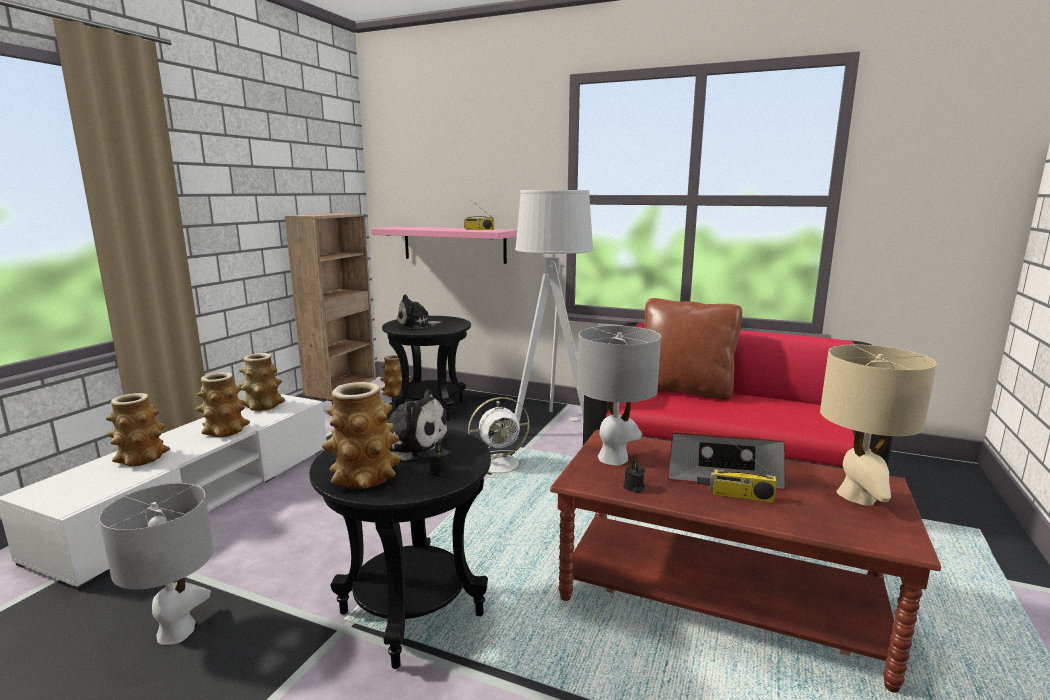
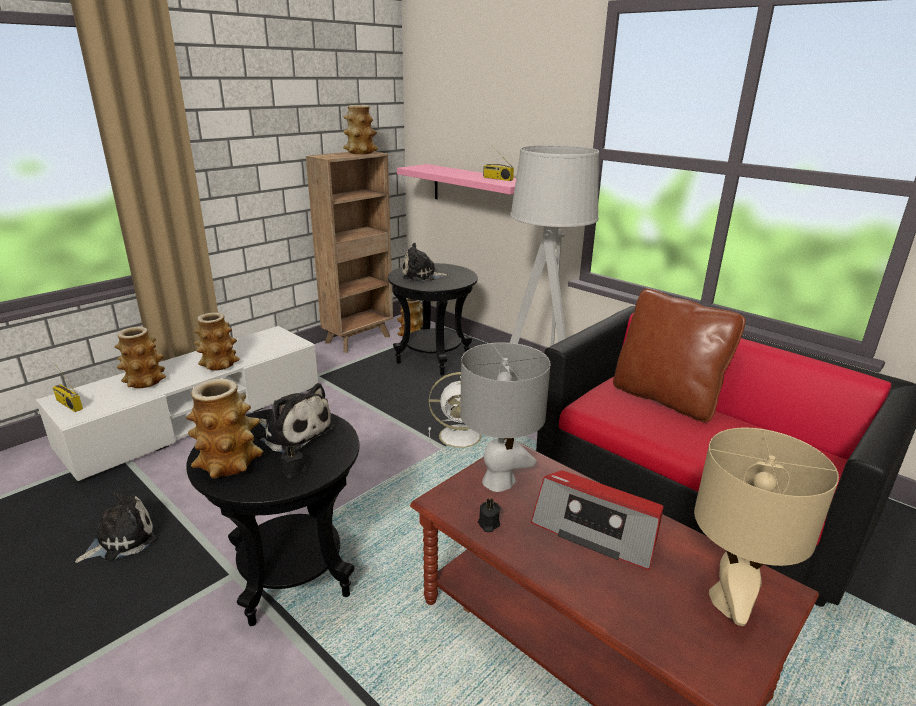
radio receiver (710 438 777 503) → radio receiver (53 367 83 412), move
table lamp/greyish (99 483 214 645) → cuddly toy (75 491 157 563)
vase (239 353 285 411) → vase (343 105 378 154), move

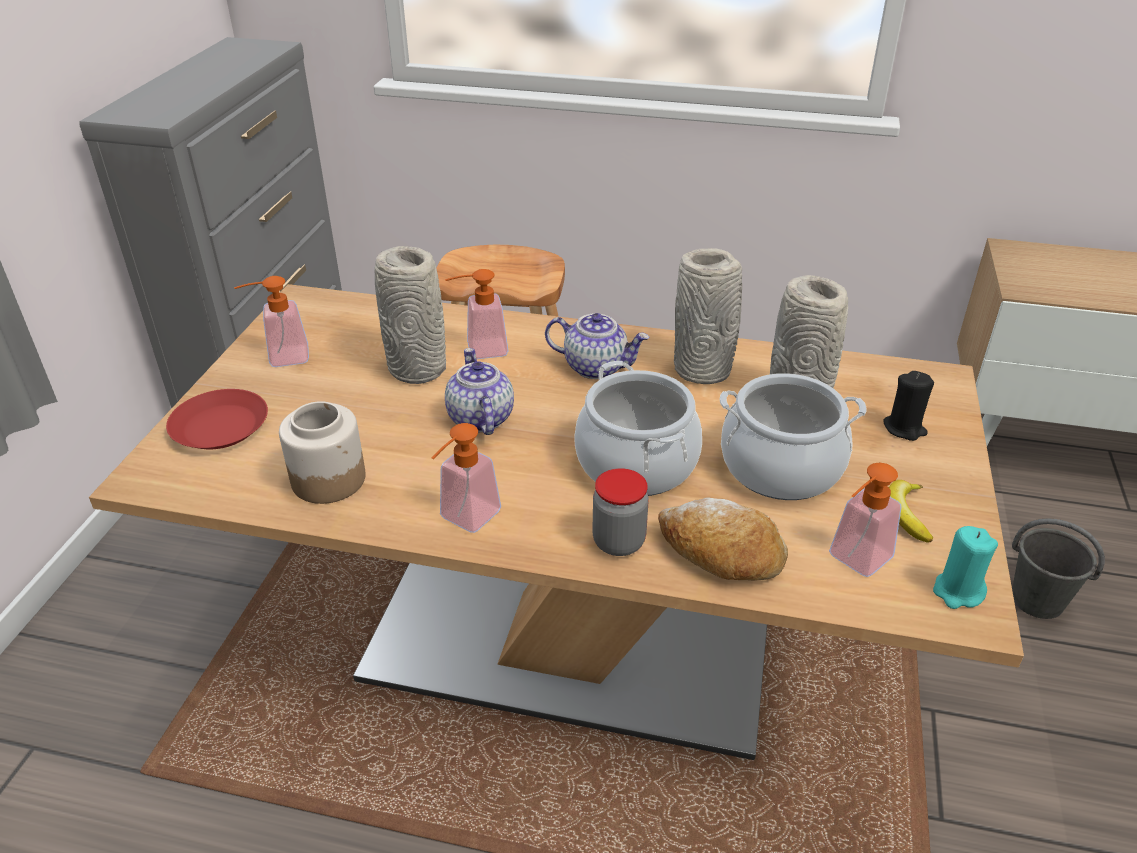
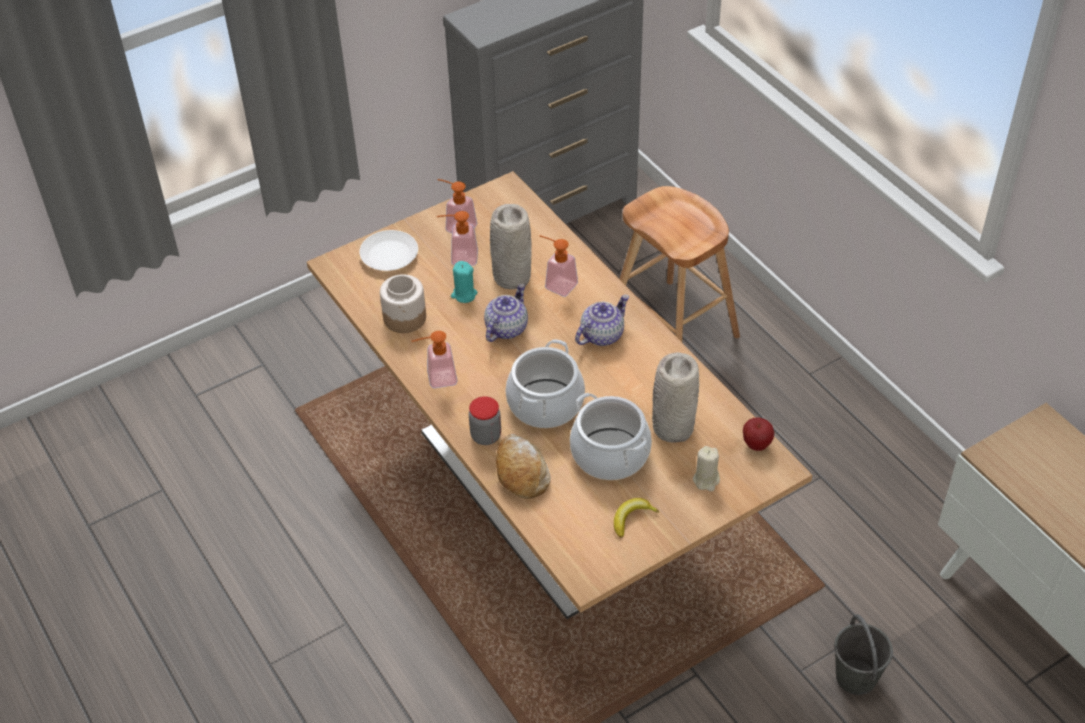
dinner plate/reddish (166 389 268 449) → dinner plate/white (360 230 418 271)
liquid soap bottle (829 463 902 577) → liquid soap bottle (437 211 478 266), move
wax candle/turquoise-coloured (933 526 998 609) → wax candle/turquoise-coloured (451 261 477 303), move
teapot (545 313 649 379) → teapot (575 295 629 346), 105 degrees counterclockwise
wax candle/blackish (883 371 934 441) → wax candle/beige-coloured (693 446 720 491)
- → whole apple (743 417 774 451)
vase/greyish (674 248 742 384) → -

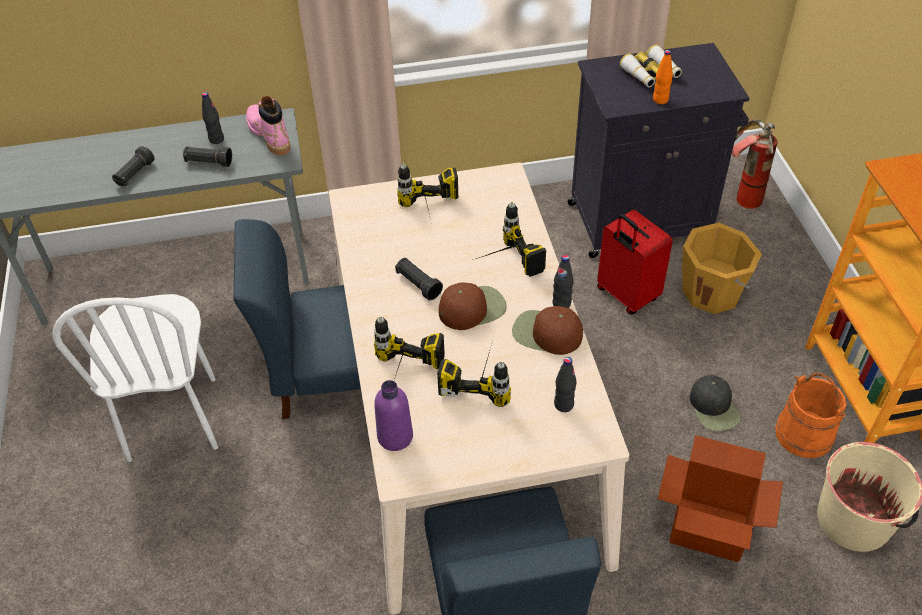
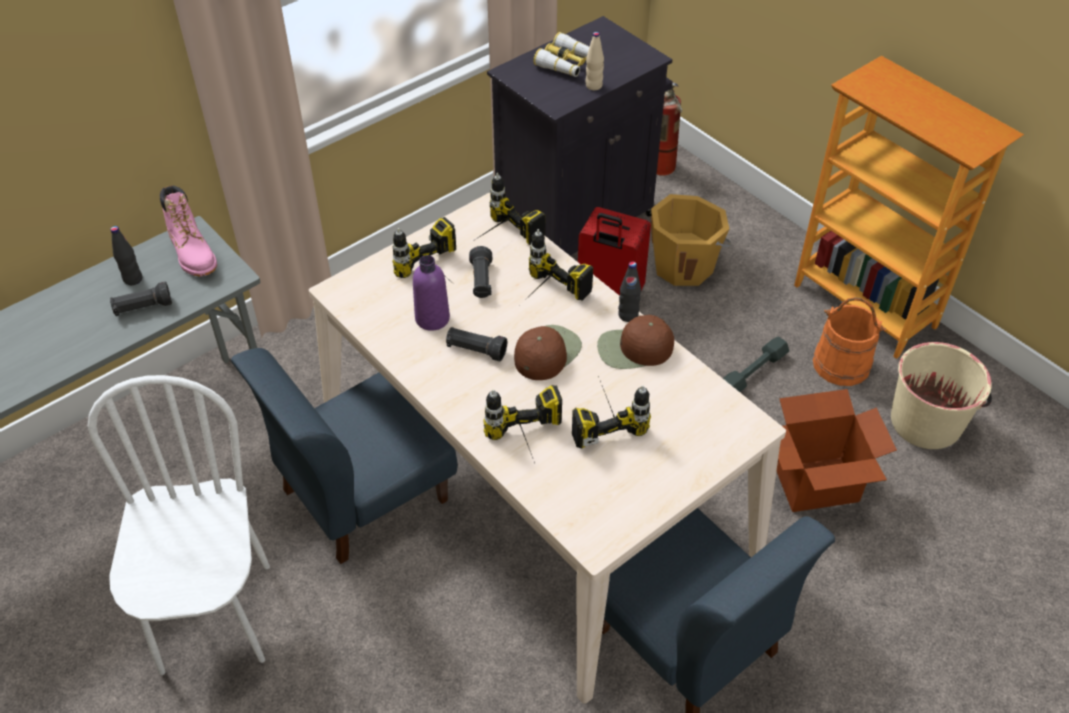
plain chair/white (52 294 218 462) → plain chair/white (88 375 270 675), 150 degrees counterclockwise
tall boot/pink (246 96 290 155) → tall boot/pink (160 185 217 277), 150 degrees counterclockwise
bottle/purple (374 380 413 451) → bottle/purple (413 255 450 331), move
flashlight/blackish (112 146 154 186) → flashlight/blackish (469 246 492 298), move
- → power drill (473 173 546 245)
bottle/orange (653 50 673 104) → bottle/beige-coloured (585 32 604 90)
cap/blackish (689 375 740 431) → hand weight/greyish (723 337 789 392)
bottle/blackish (554 357 577 412) → -

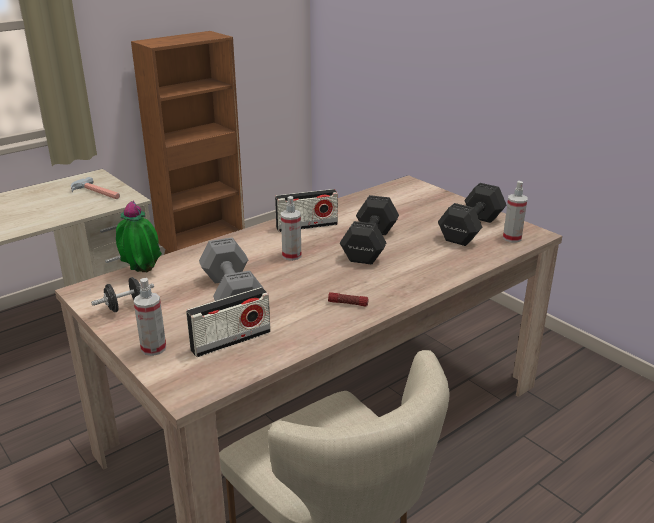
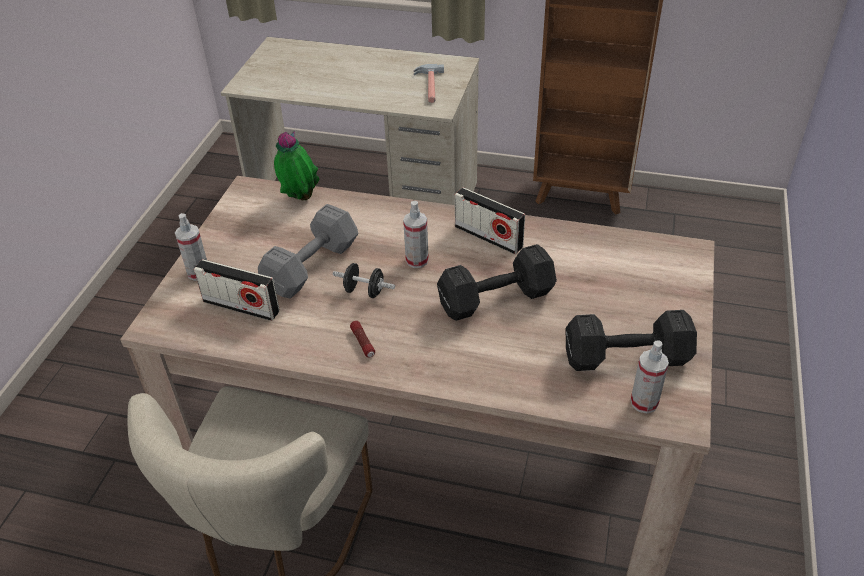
hand weight/blackish (91 277 154 312) → hand weight/blackish (333 263 395 298), move

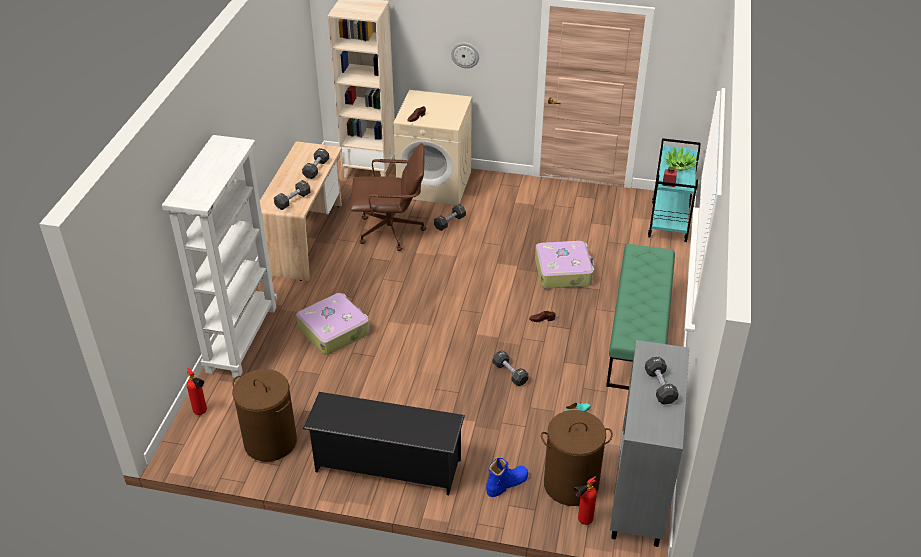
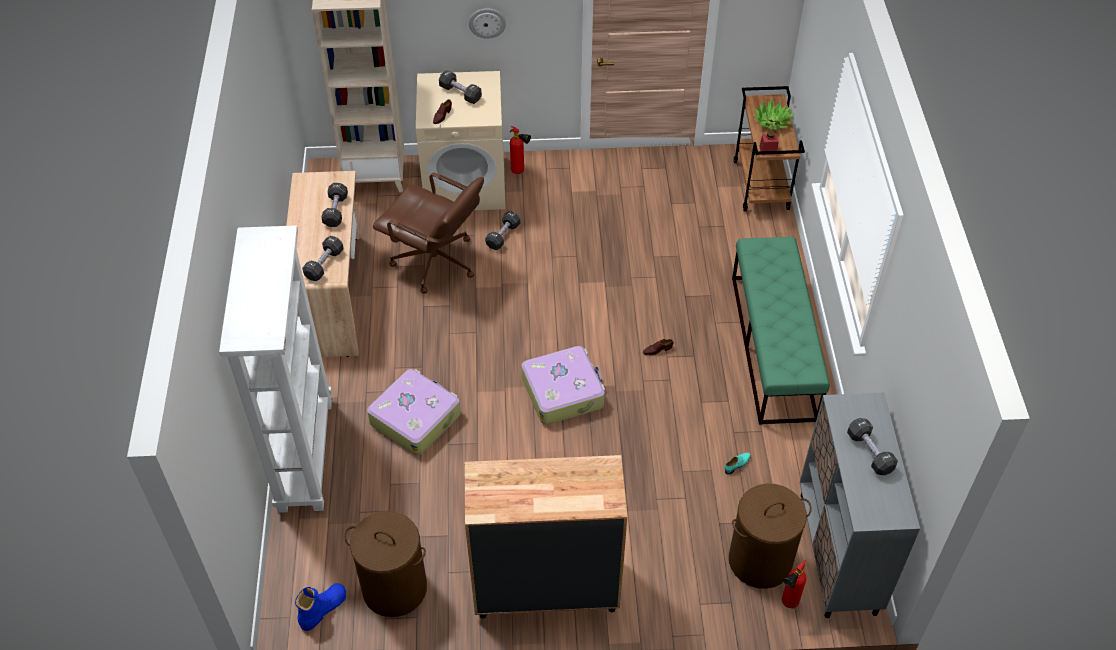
tall boot/blue (486 458 528 497) → tall boot/blue (295 583 346 631), move
computer chair/brown-coloured (350 143 426 251) → computer chair/brown-coloured (373 173 484 294), 45 degrees clockwise
hand weight/blackish (493 350 529 386) → hand weight/blackish (439 70 482 104), move
shoe stand/blackish (303 392 465 495) → chest of drawers/brown-coloured (464 455 627 618)
fire extinguisher (187 368 207 415) → fire extinguisher (510 126 531 174), move
travel case (535 241 595 289) → travel case (521 346 605 425), move
trolley/turquoise-coloured (648 138 701 242) → trolley/brown-coloured (734 86 805 211)

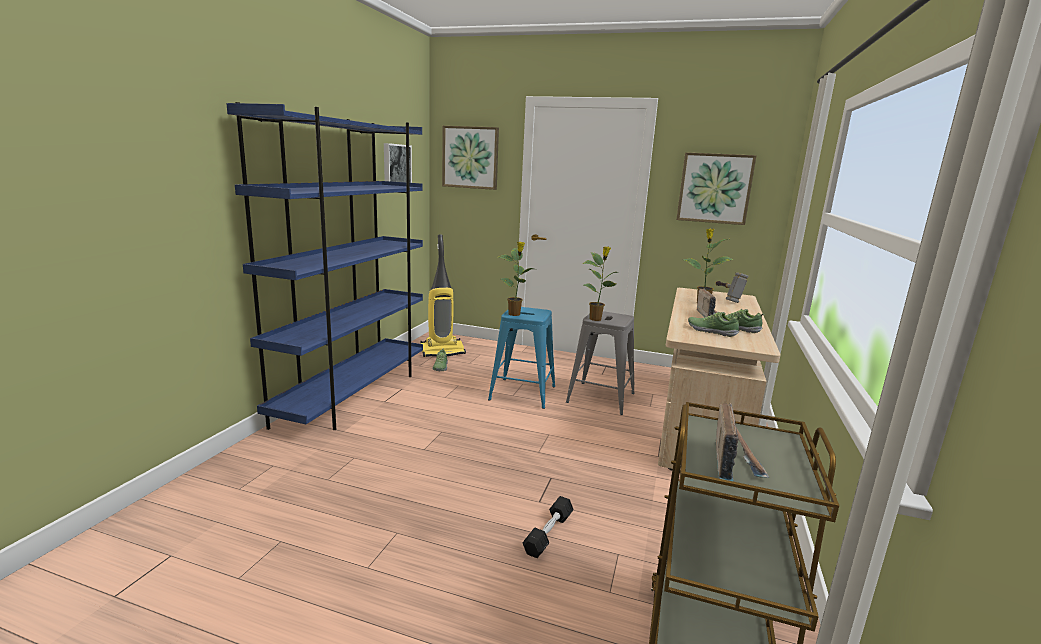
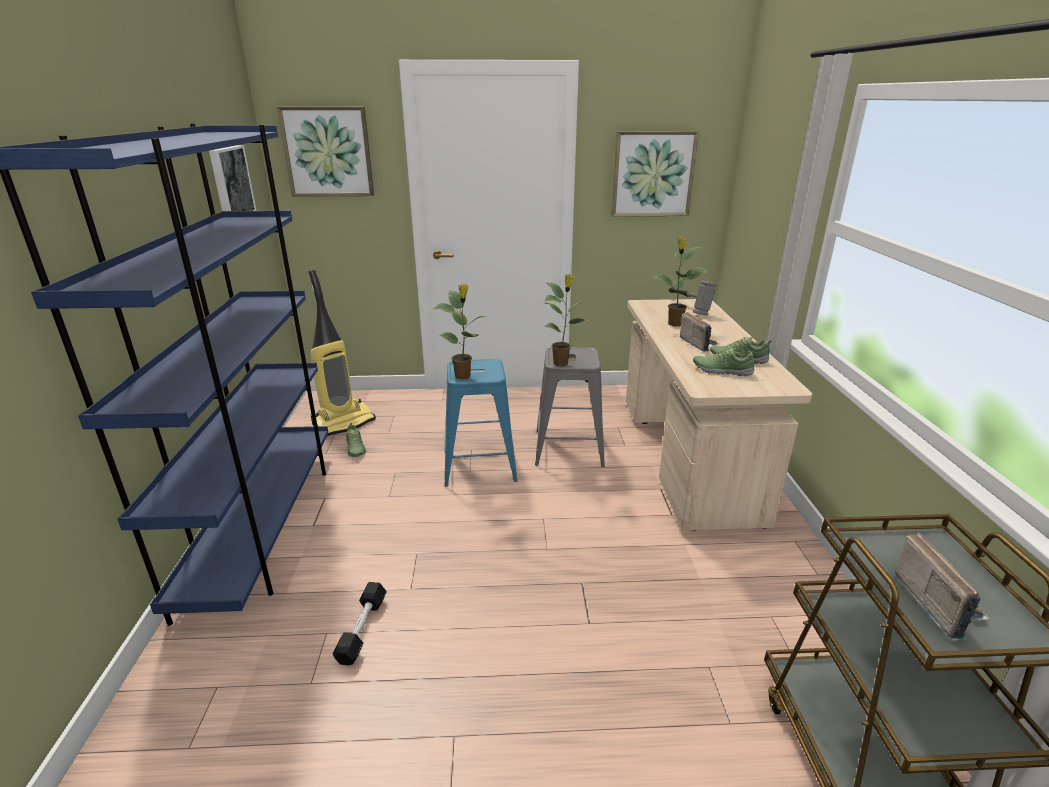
hand weight/blackish (523 496 574 558) → hand weight/blackish (333 582 387 665), move

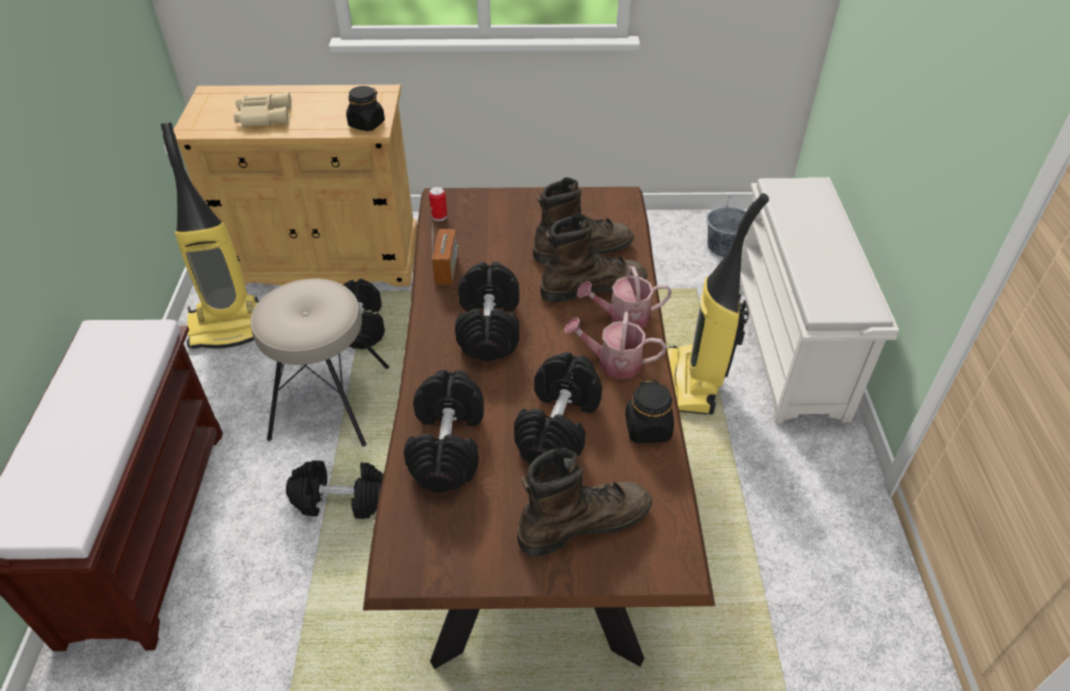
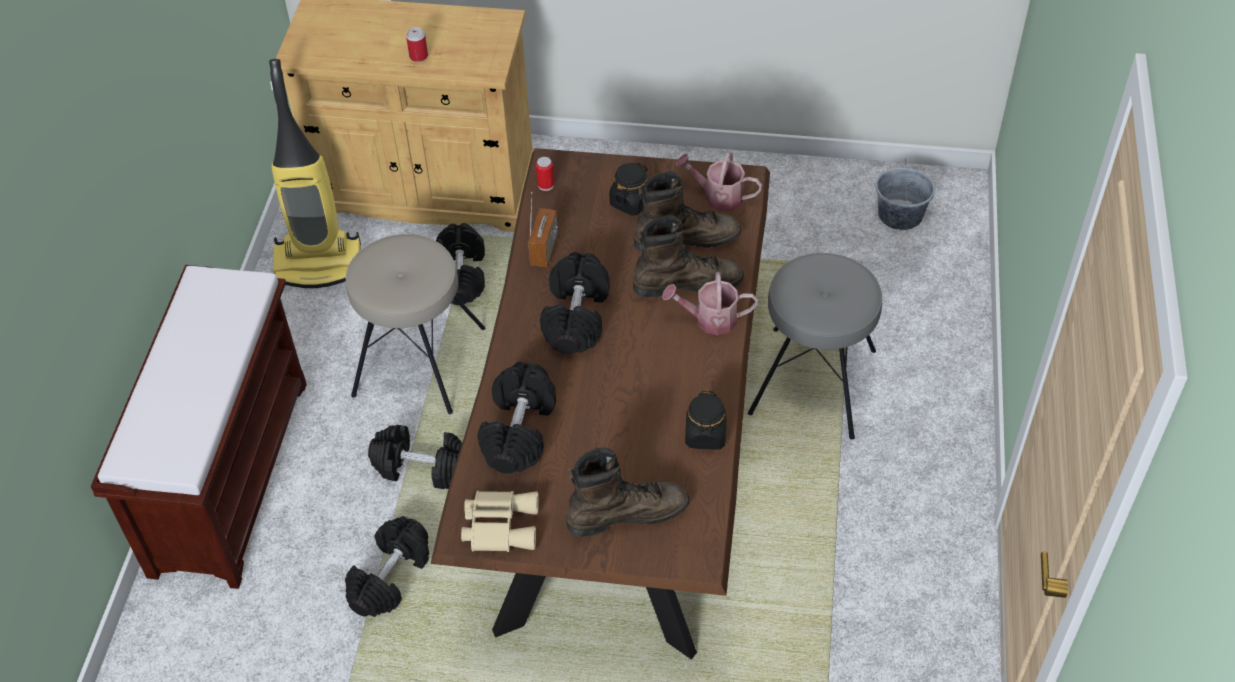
hand weight/blackish (514 352 602 465) → hand weight/blackish (345 516 429 617), move
- → metal can (406 27 428 62)
field glasses/beige-coloured (234 92 292 127) → field glasses/beige-coloured (461 491 539 552), move
preserve jar/blackish (346 86 385 131) → preserve jar/blackish (609 163 648 216), move
sprinkling can (564 312 667 379) → sprinkling can (675 152 762 211), move
vacuum (667 193 769 415) → stool seat/greyish (748 253 882 439)
shoe stand/white (740 177 899 423) → -

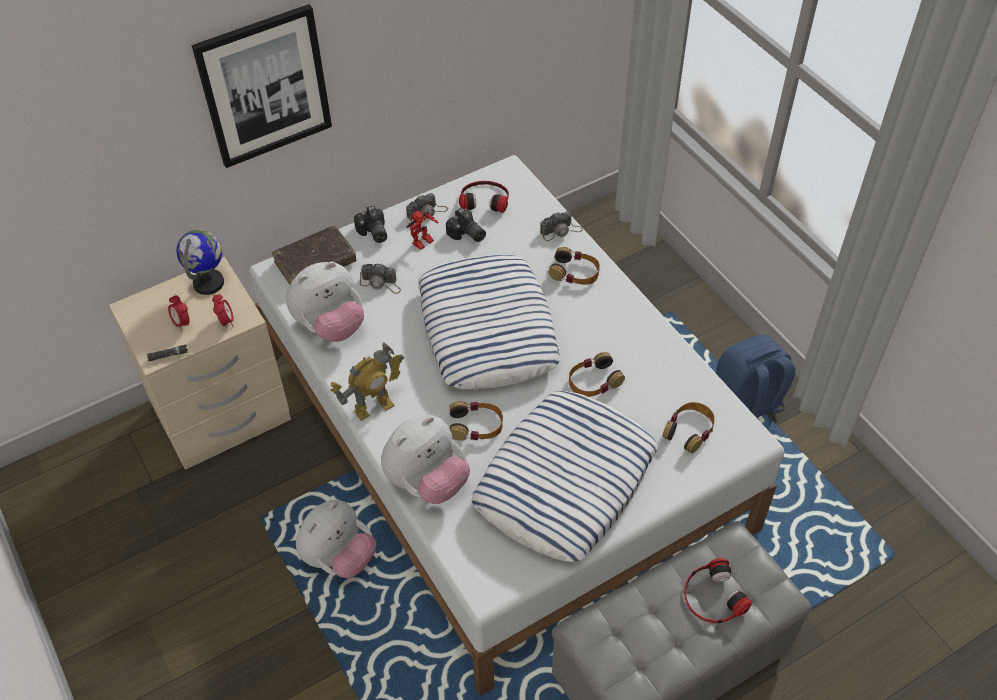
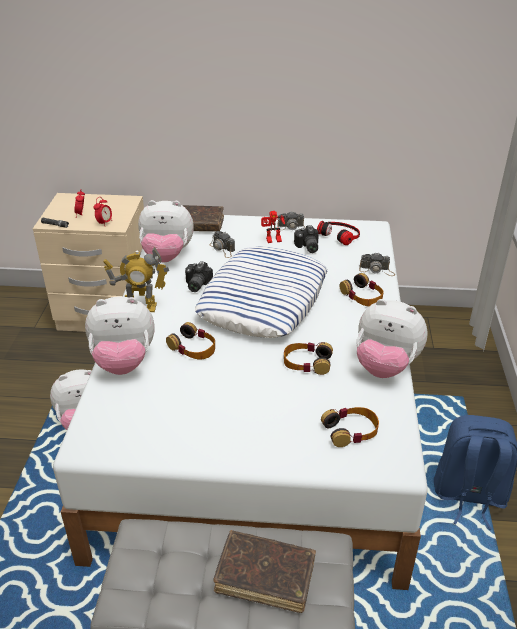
still camera (354 205 387 243) → still camera (185 261 213 292), move
pair of headphones (684 558 752 623) → bound book/brown-coloured (213 530 316 613)
- → cuddly toy (356 299 428 378)
globe (176 229 224 295) → -
wall picture (192 4 332 168) → -
throw pillow (471 391 658 562) → -

